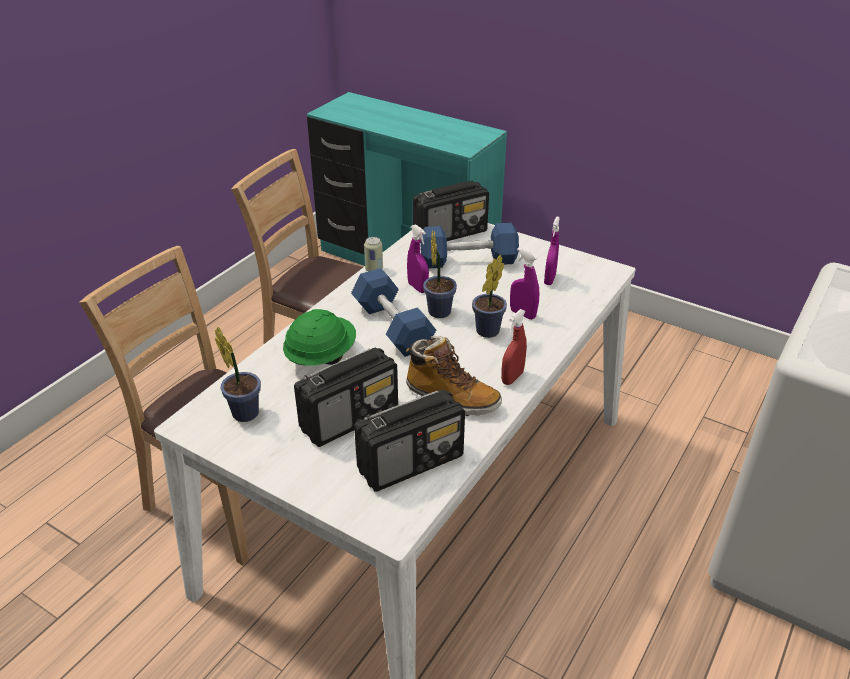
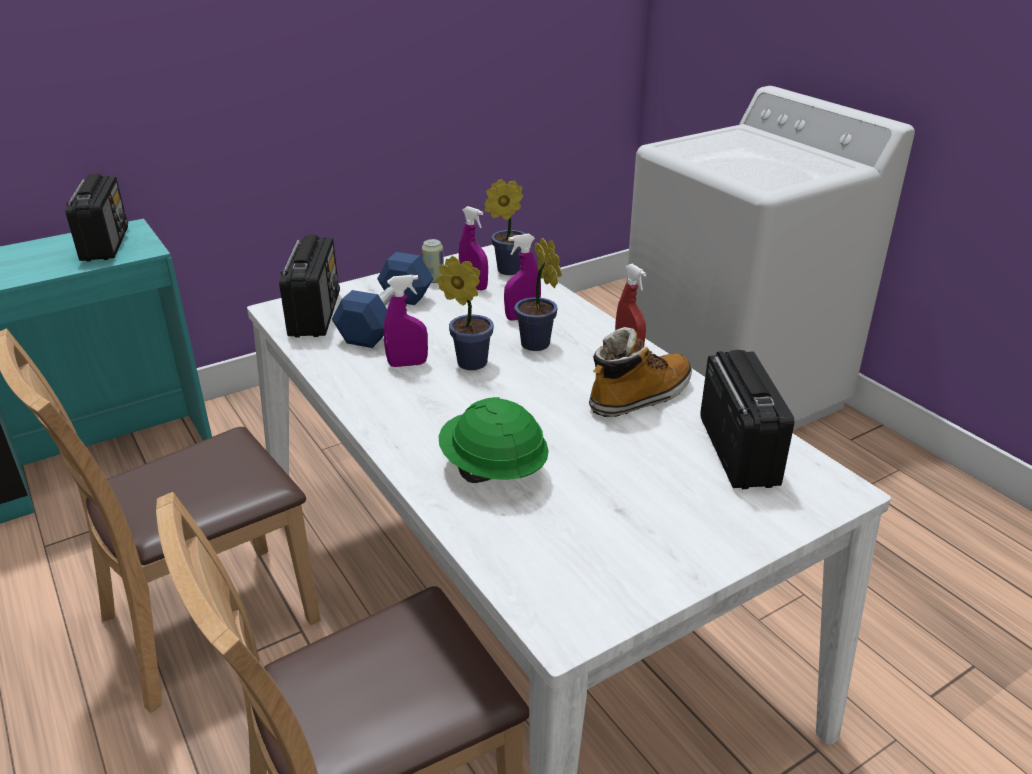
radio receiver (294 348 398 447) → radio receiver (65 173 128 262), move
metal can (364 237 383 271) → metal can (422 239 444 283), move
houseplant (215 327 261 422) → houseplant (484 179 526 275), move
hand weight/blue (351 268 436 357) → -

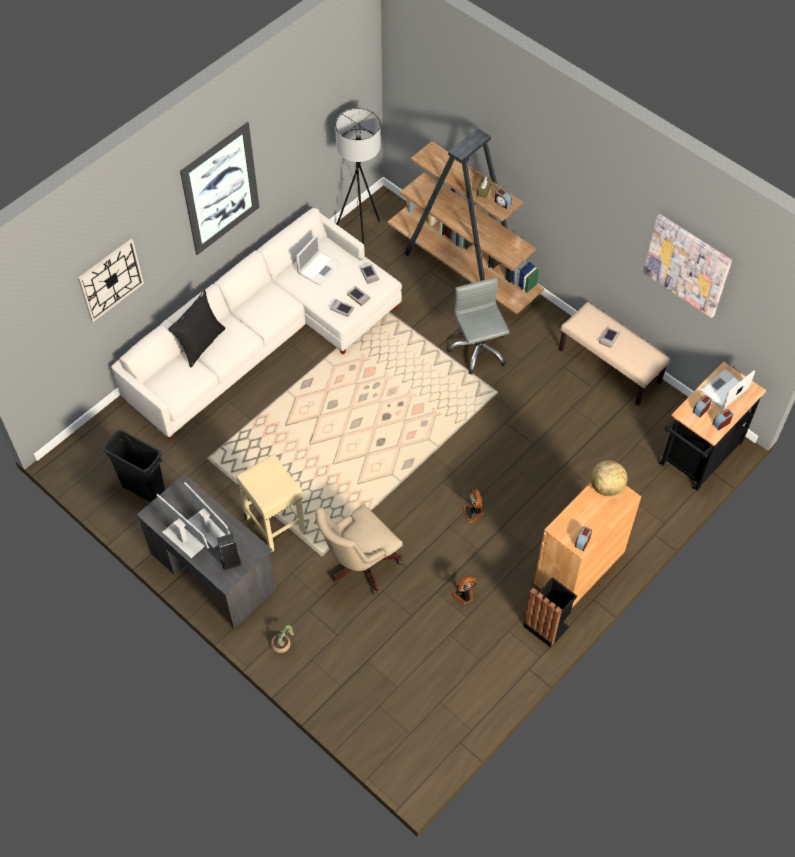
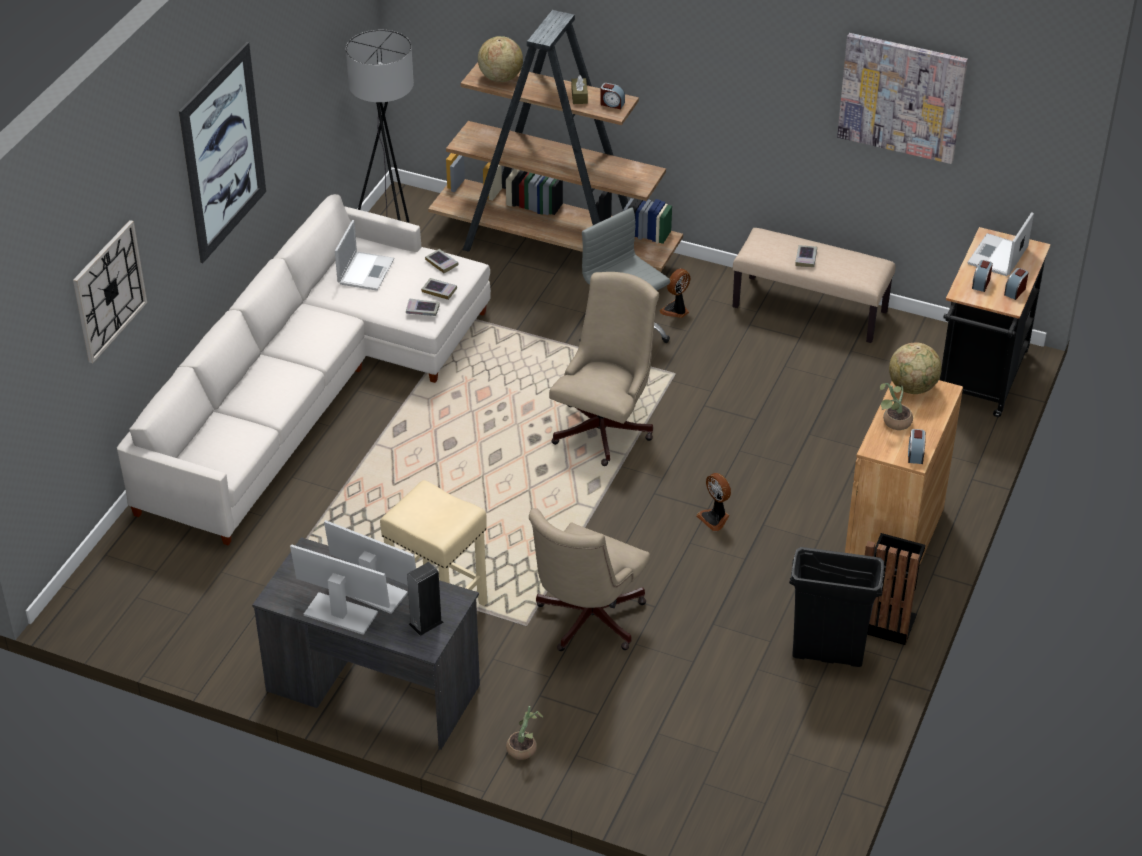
- → globe (478 36 523 82)
- → computer chair/beige-coloured (549 272 659 466)
cooling fan (451 575 476 604) → cooling fan (659 268 690 318), move
trash can/blackish (103 429 165 503) → trash can/blackish (789 547 885 667), move
- → houseplant (880 383 913 430)
throw pillow/blackish (168 290 226 368) → -

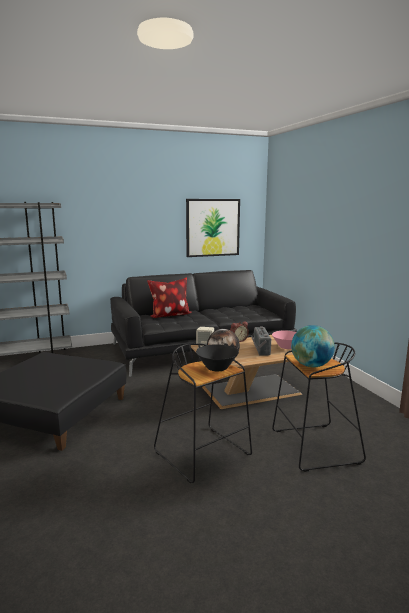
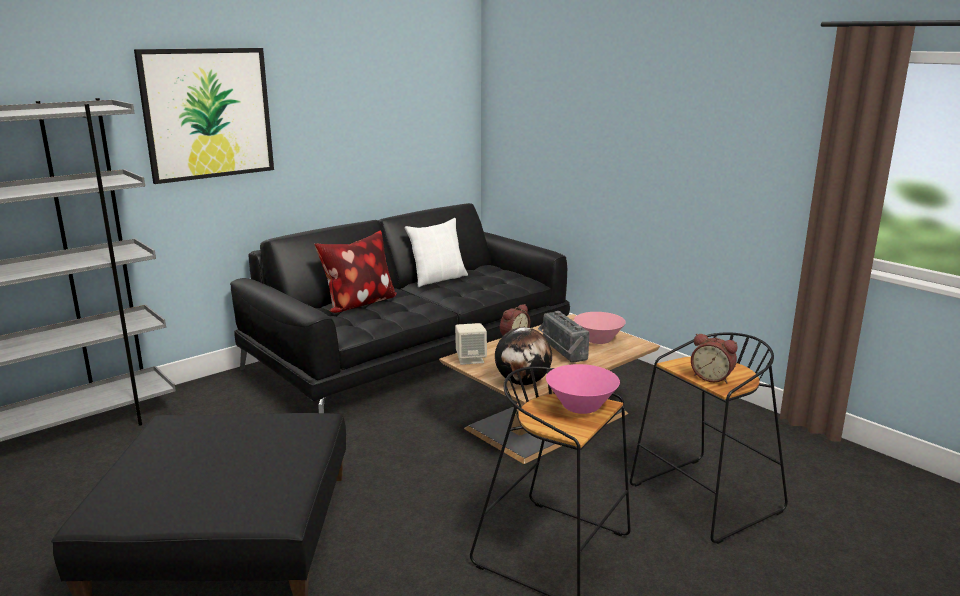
wall picture (186 199 240 257) → wall picture (134 48 274 184), move
- → throw pillow/white (405 218 468 287)
bowl/blackish (196 344 239 371) → bowl/pink (546 364 620 414)
globe (291 325 335 367) → alarm clock (691 334 738 383)

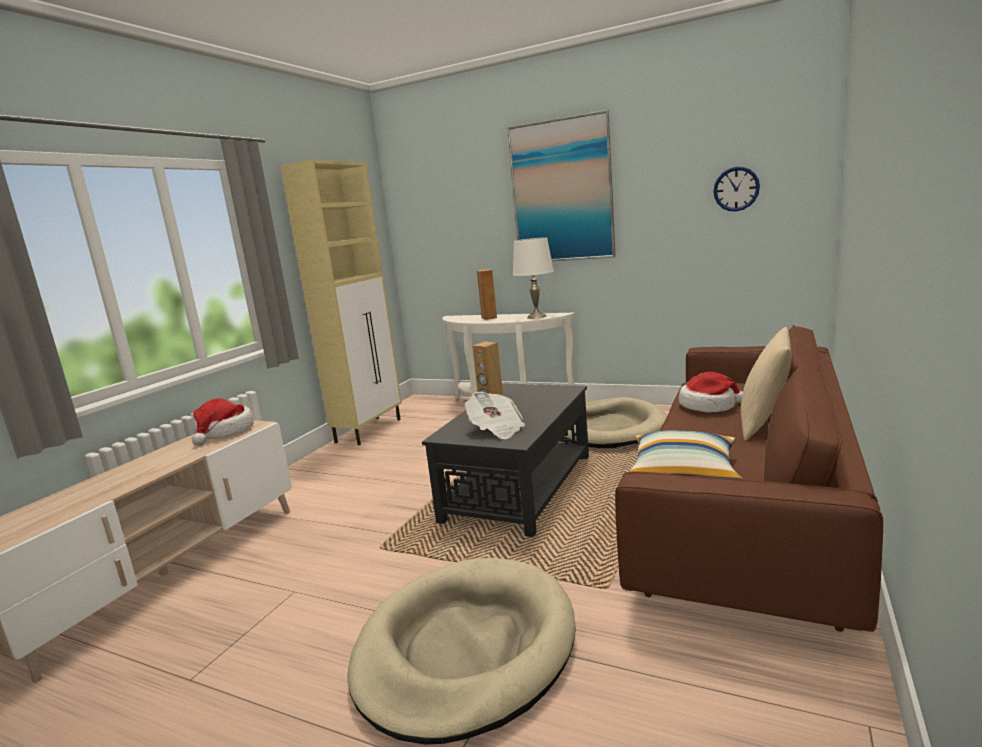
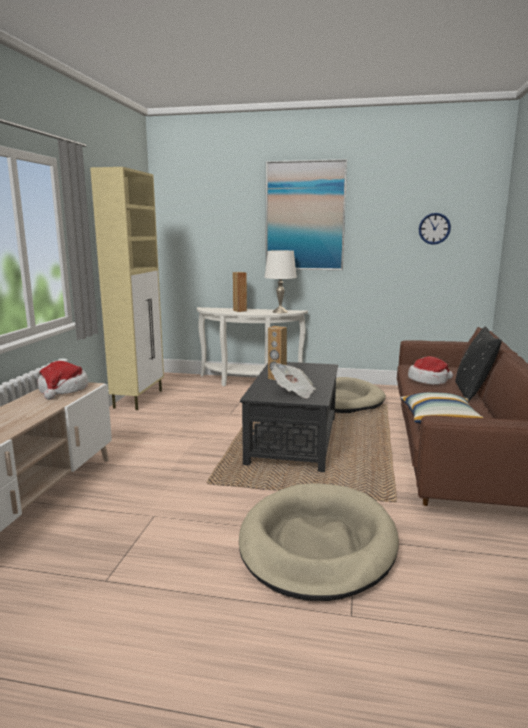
throw pillow/beige-coloured (741 327 792 441) → throw pillow/blackish (455 326 502 402)

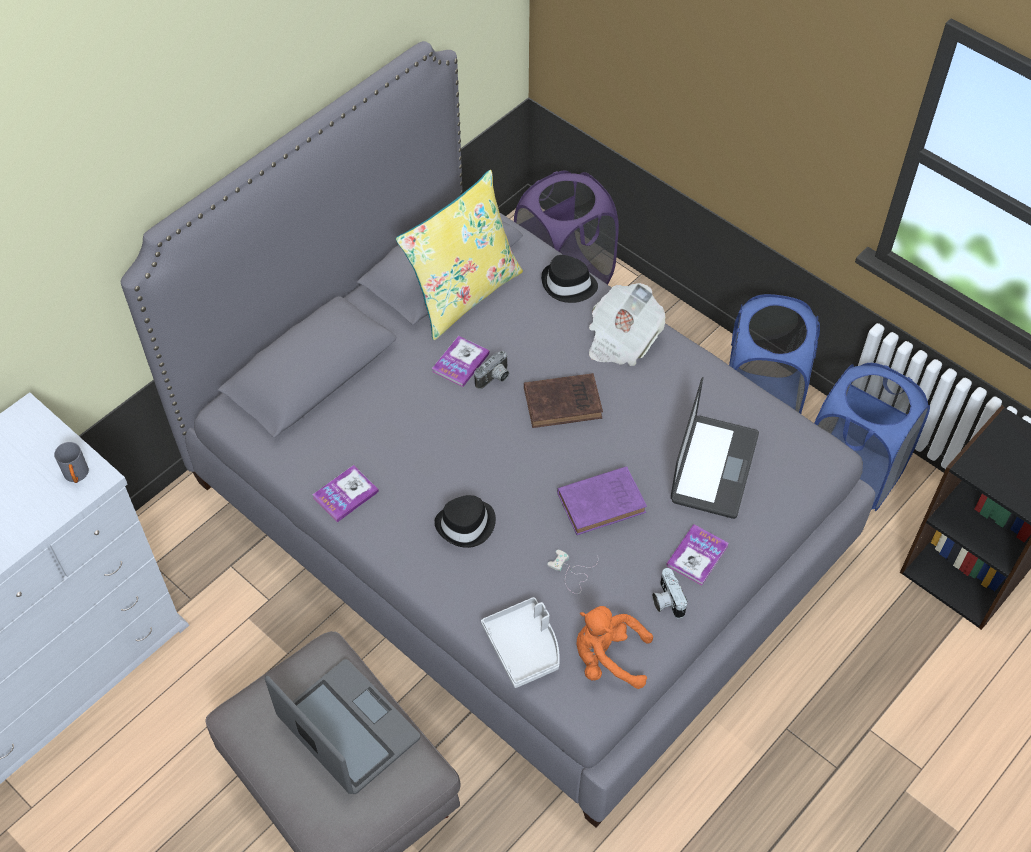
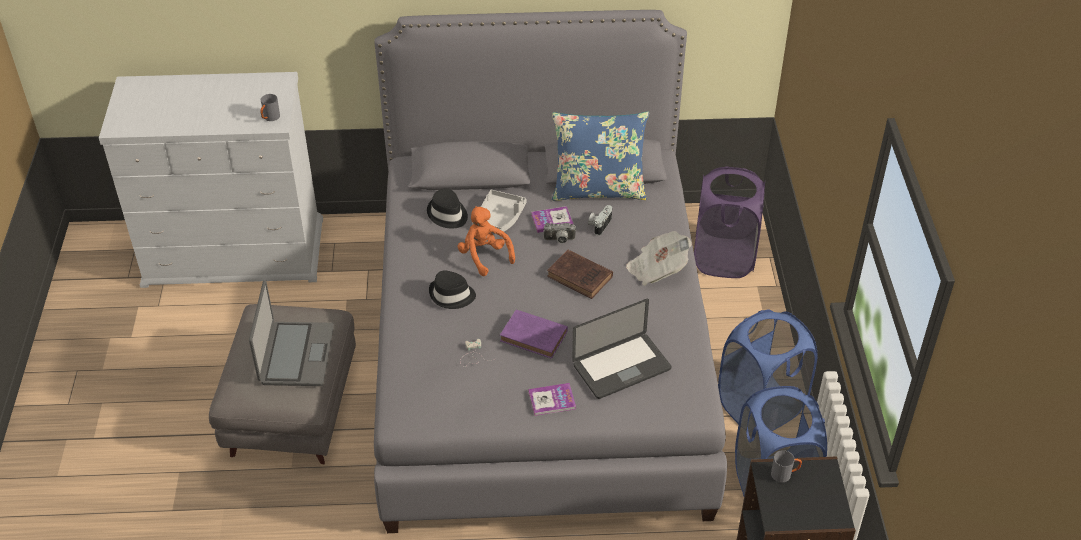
wearable hat/blackish (541 255 598 303) → wearable hat/blackish (427 188 468 228), move
cuddly toy/orange (577 606 653 689) → cuddly toy/orange (457 206 515 276), move
carrying tray/greyish (481 597 560 688) → carrying tray/greyish (472 190 527 232), move
throw pillow/yellow-coloured (396 170 523 340) → throw pillow/blue (552 111 649 201)
still camera (653 568 688 619) → still camera (588 205 612 236), move
- → mug/greyish (771 450 802 483)
bound book (313 465 379 522) → -

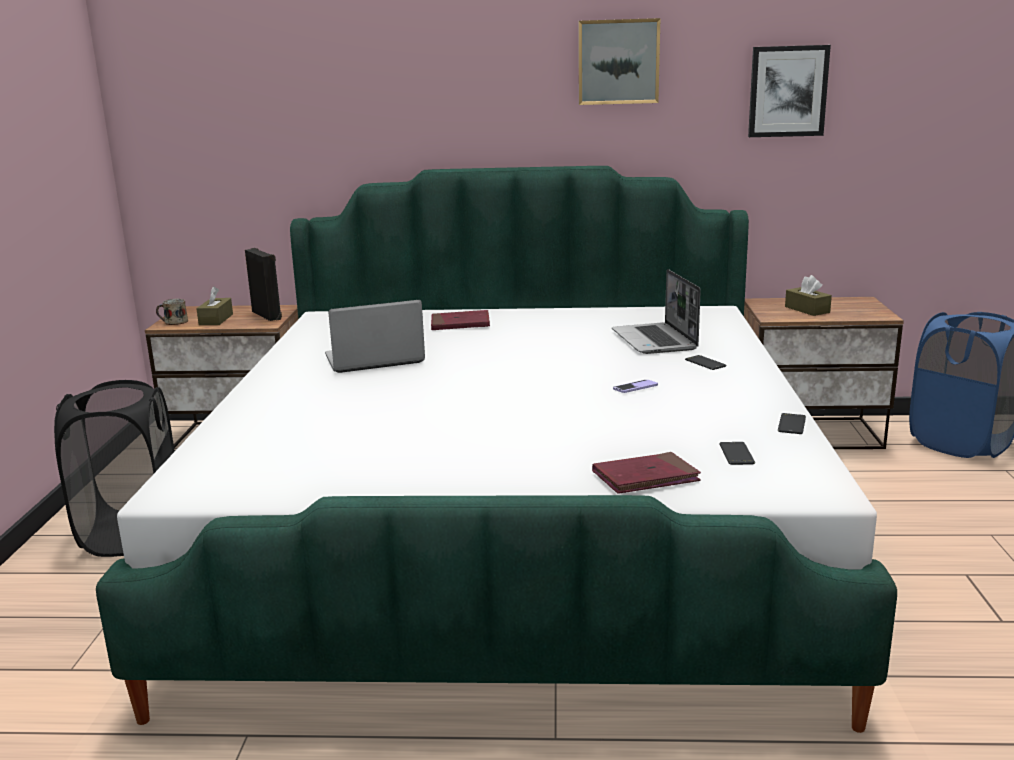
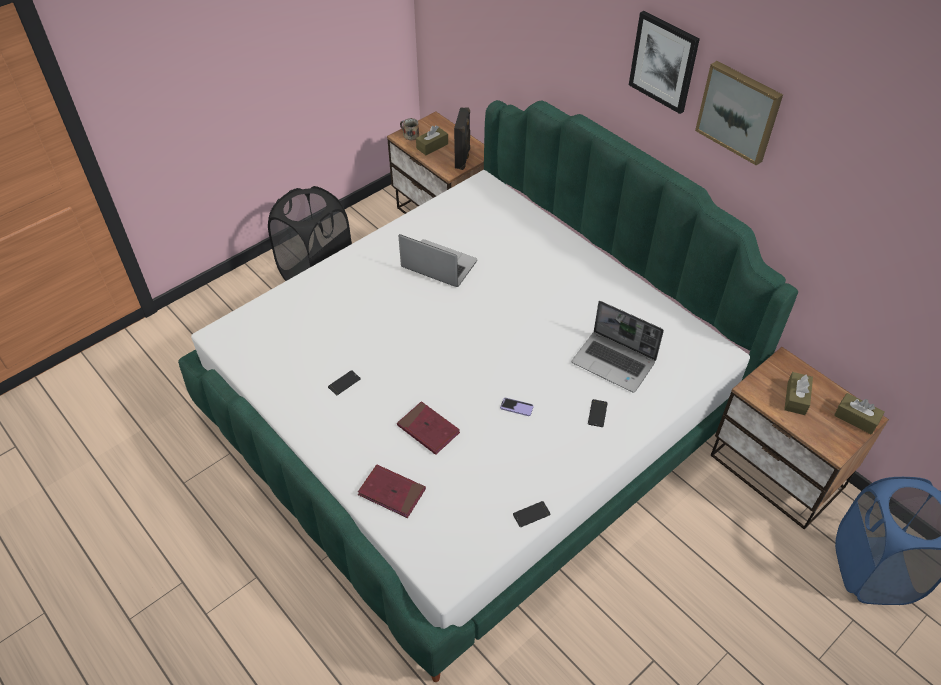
phone (719 442 755 465) → phone (328 370 361 395), move
bound book/reddish (431 310 490 330) → bound book/reddish (397 401 460 455), move
laptop (612 269 701 354) → laptop (572 301 664 393), 90 degrees counterclockwise
wall picture (748 45 831 137) → wall picture (629 11 700 114), move
- → tissue holder/brown-coloured (834 393 885 435)

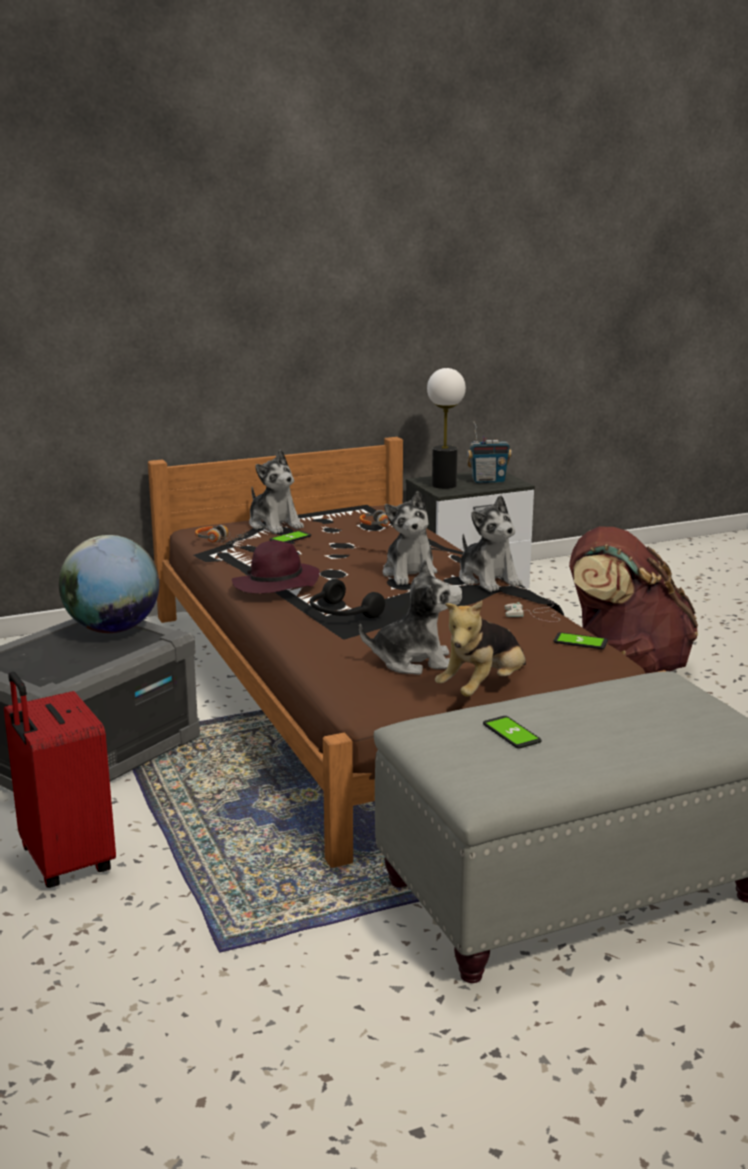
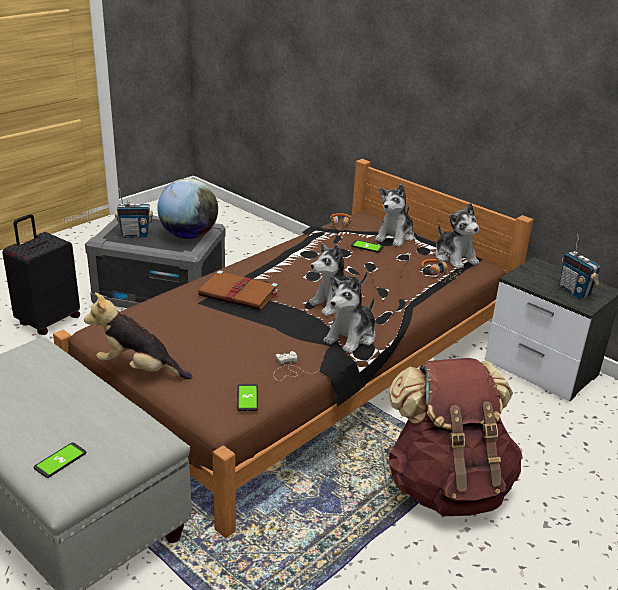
travel case/reddish (4 671 116 888) → travel case/blackish (2 214 80 335)
phone (483 716 541 749) → phone (34 443 87 478), move
- → radio receiver (115 188 153 238)
pair of headphones/blackish (310 579 385 618) → bound book/brown-coloured (198 270 279 310)
cuddly toy (359 559 463 675) → cuddly toy (435 203 479 269), move
wearable hat/purple (232 540 320 594) → -
table lamp (427 368 466 489) → -

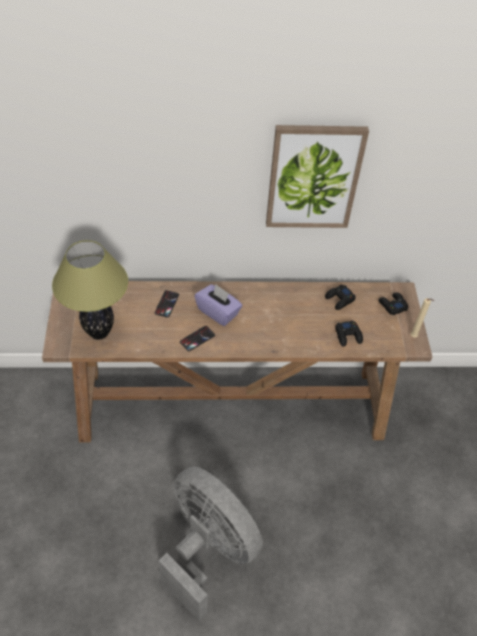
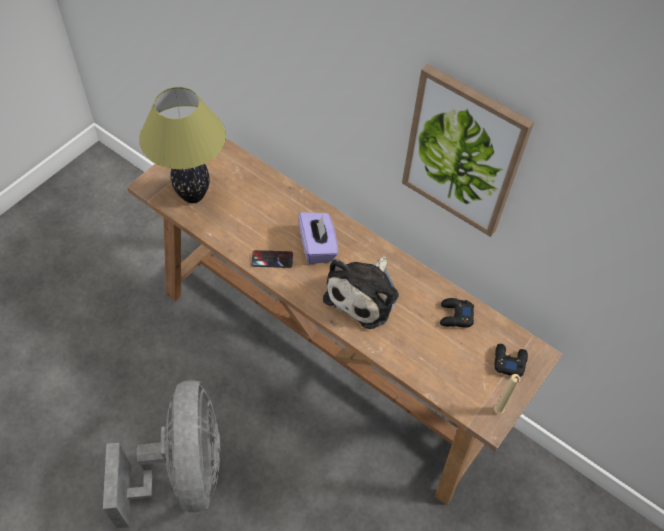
- → cuddly toy (323 257 399 329)
phone (155 290 179 318) → -
gamepad/blackish (335 320 363 347) → -

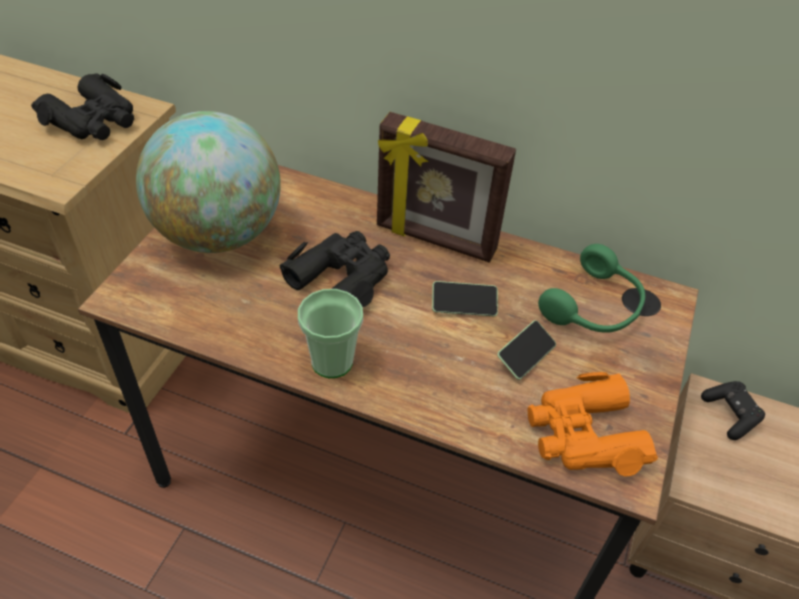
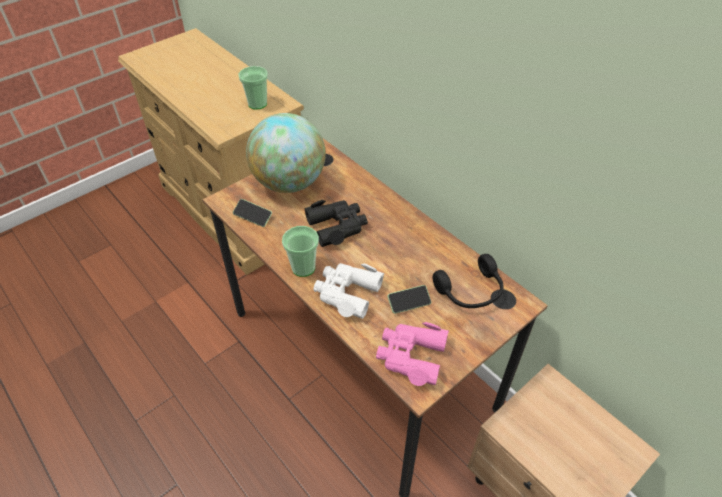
phone (432 281 498 316) → phone (233 199 272 227), move
field glasses/blackish (31 73 134 140) → small cup (238 66 268 110)
- → field glasses/white (313 263 384 319)
field glasses/orange (527 372 658 477) → field glasses/pink (376 322 449 386)
pair of headphones/green-coloured (538 244 645 333) → pair of headphones/blackish (433 254 504 308)
photo frame (377 112 516 263) → -
gamepad/blackish (701 381 765 440) → -

